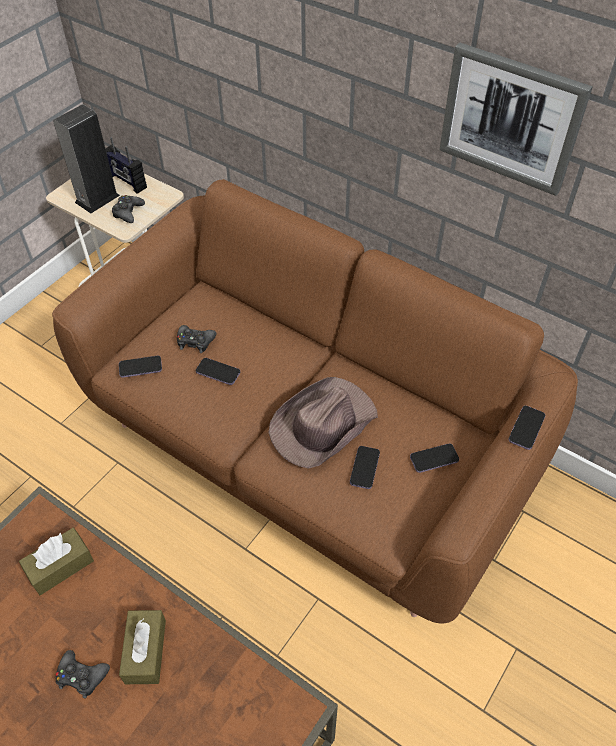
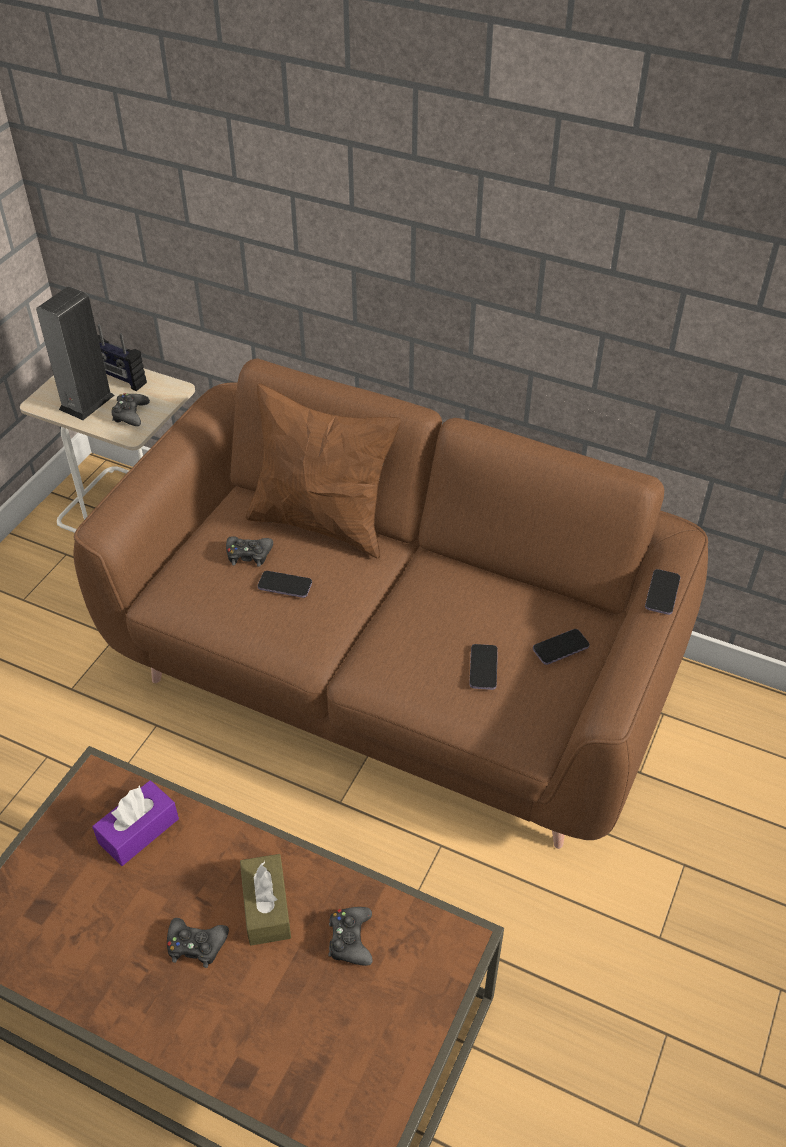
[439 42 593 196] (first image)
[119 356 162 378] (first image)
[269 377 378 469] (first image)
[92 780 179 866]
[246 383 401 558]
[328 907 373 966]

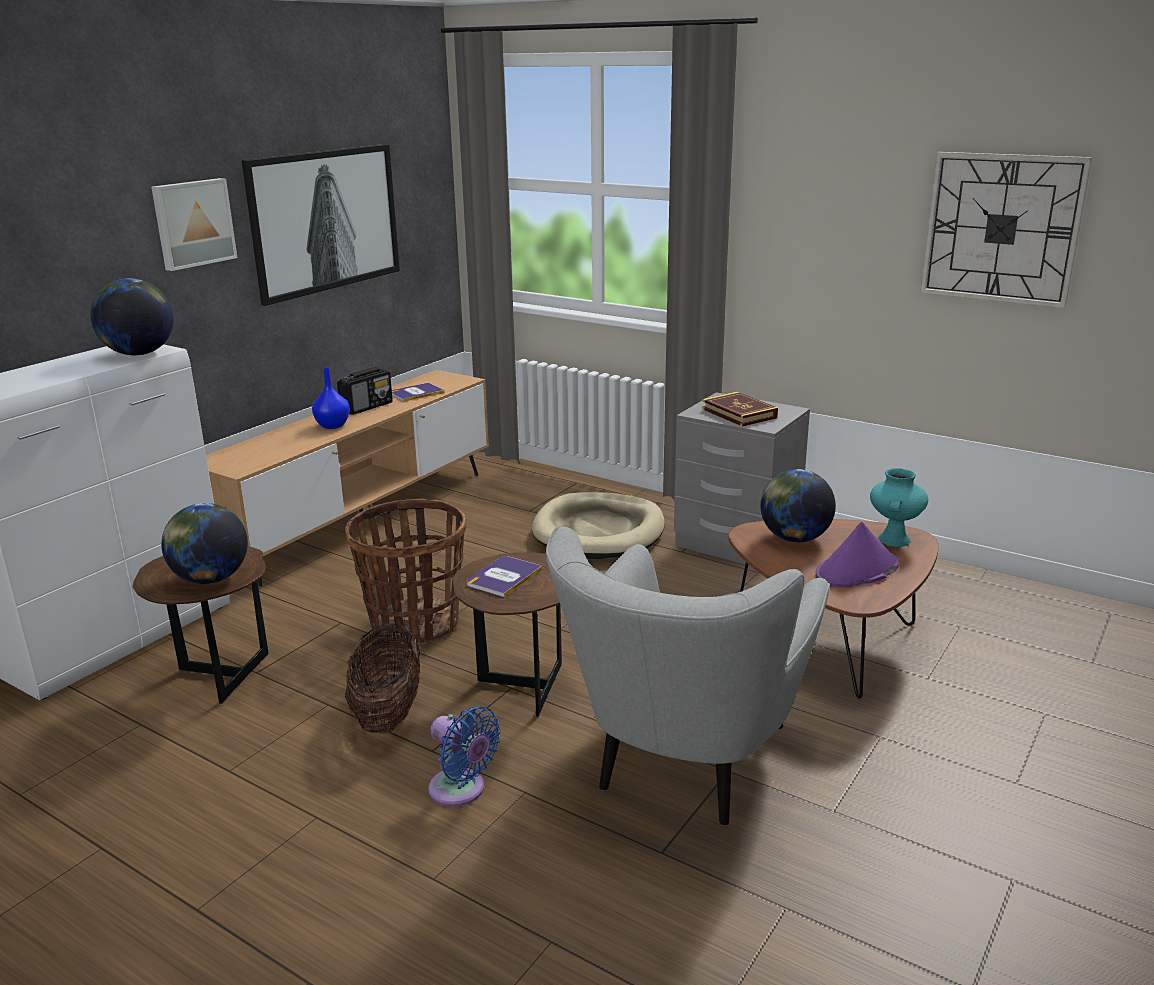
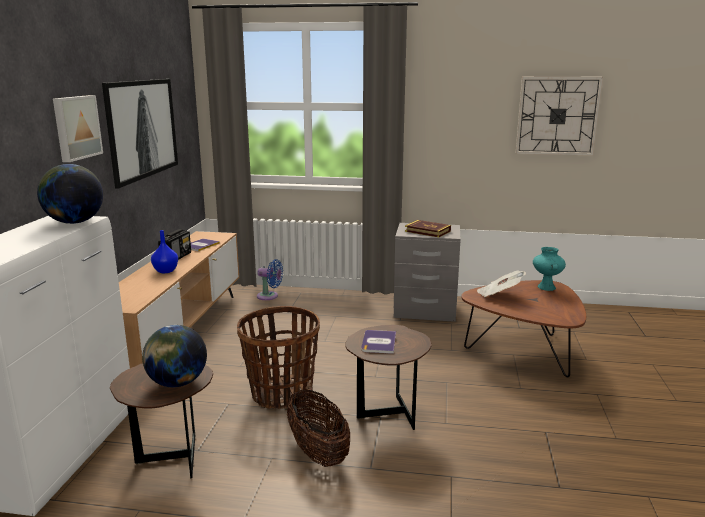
[477 270 526 297]
[532 492 665 559] (first image)
[816 522 899 587] (first image)
[546 526 830 826] (first image)
[257 259 283 300]

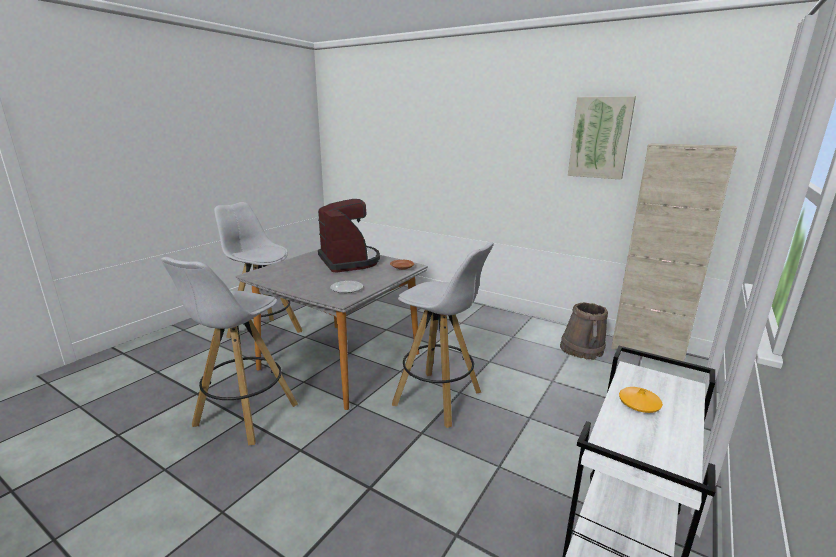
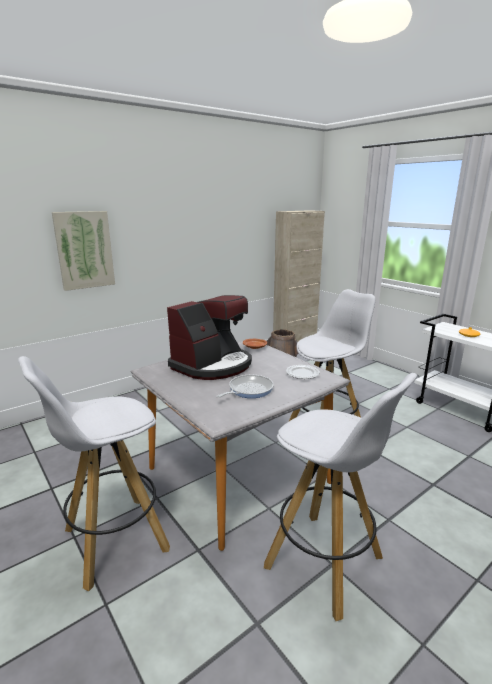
[52 211 115 291]
[167 295 252 380]
[216 375 274 398]

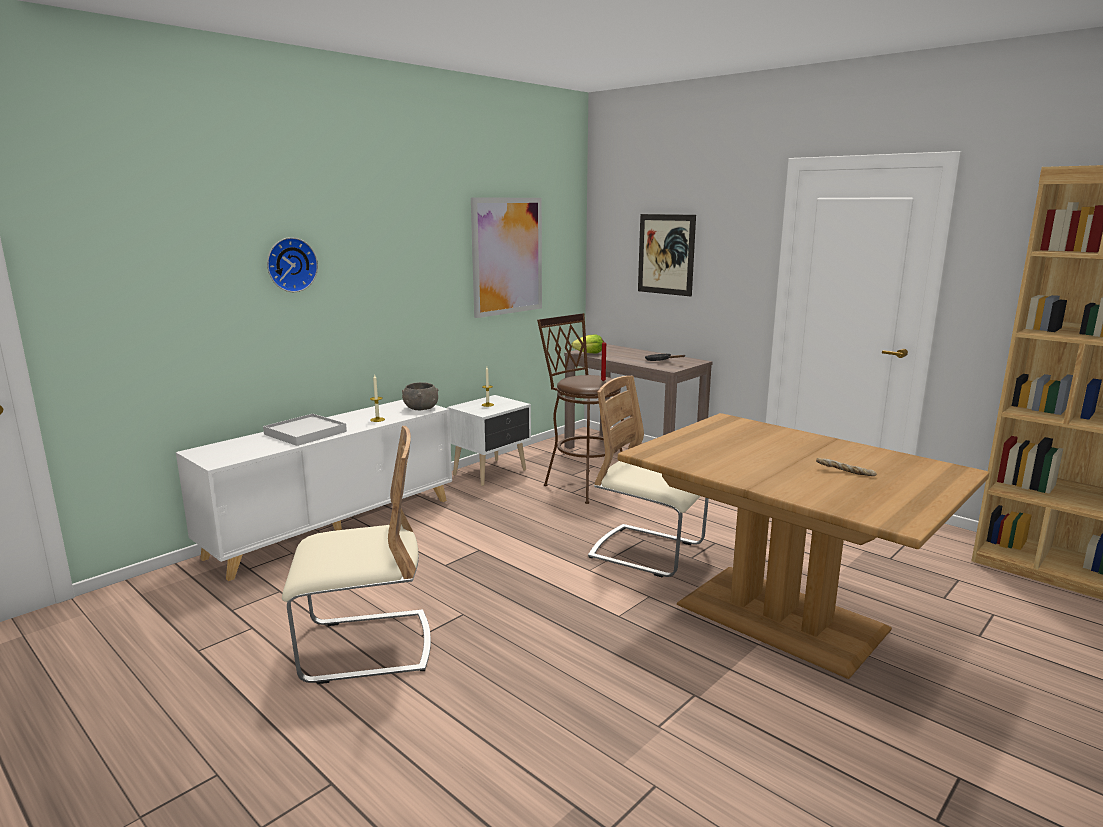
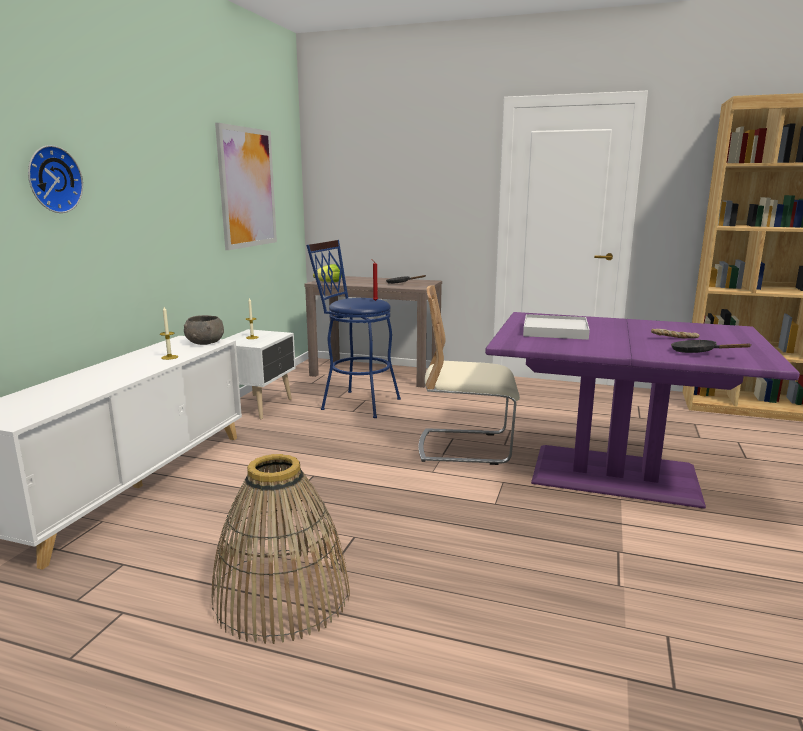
[638 214 696 297] (first image)
[306 240 401 418]
[485 312 800 509]
[523 314 590 340]
[212 454 350 644]
[671 340 752 353]

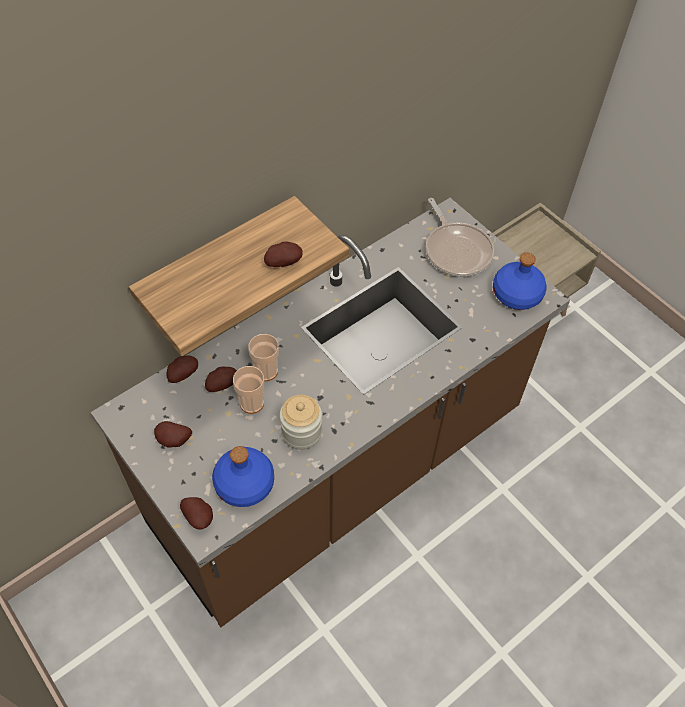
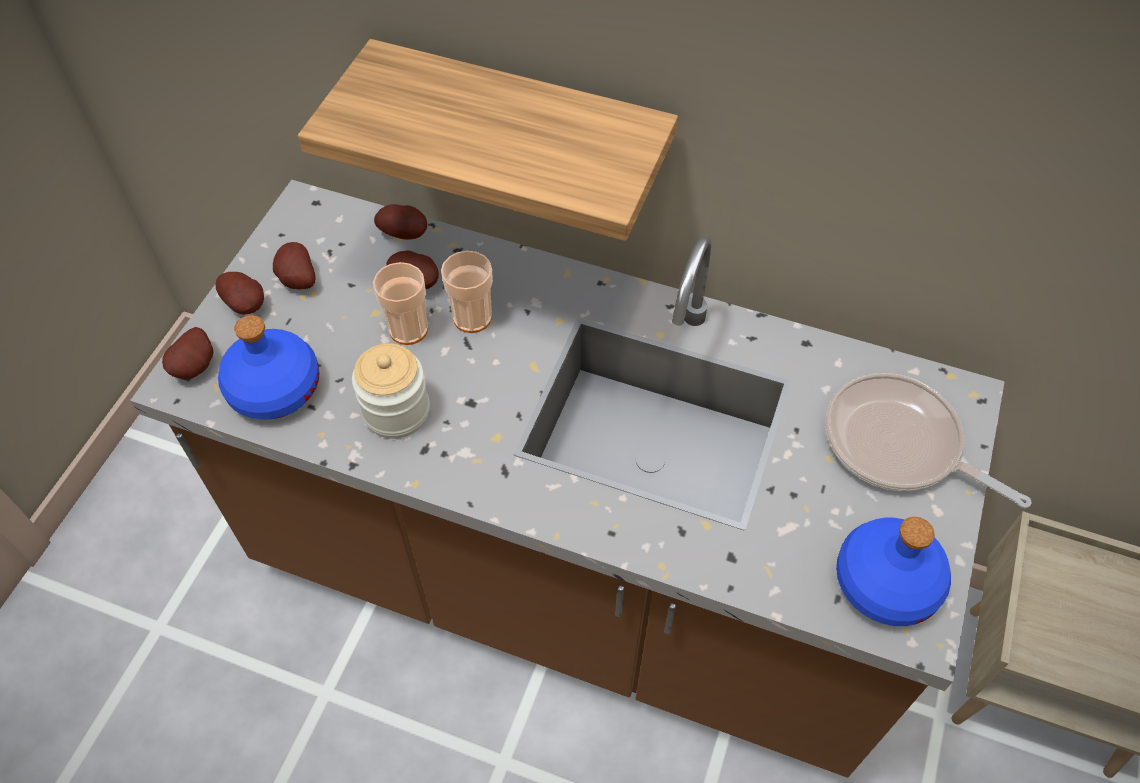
[826 373 1032 508]
[216 272 264 315]

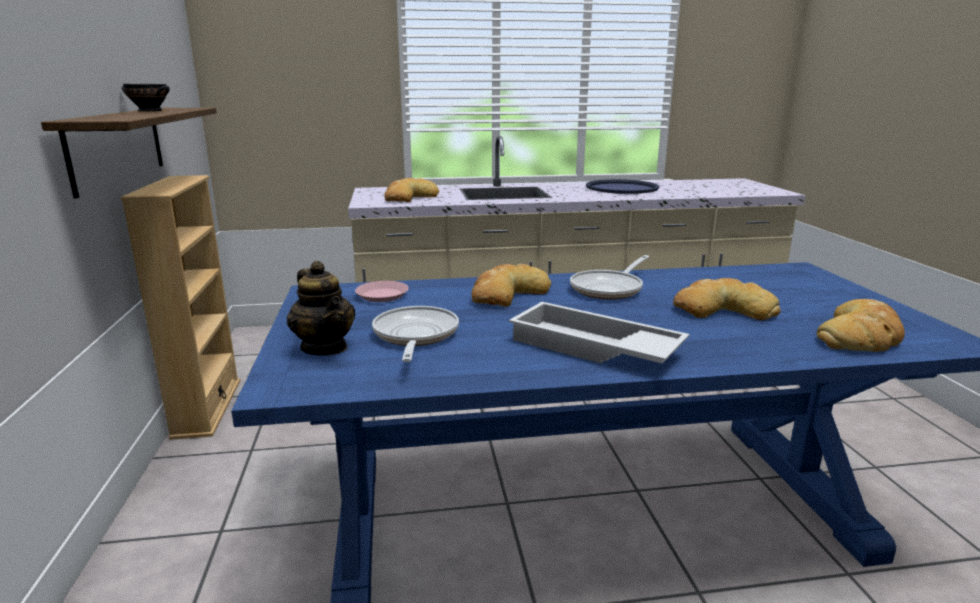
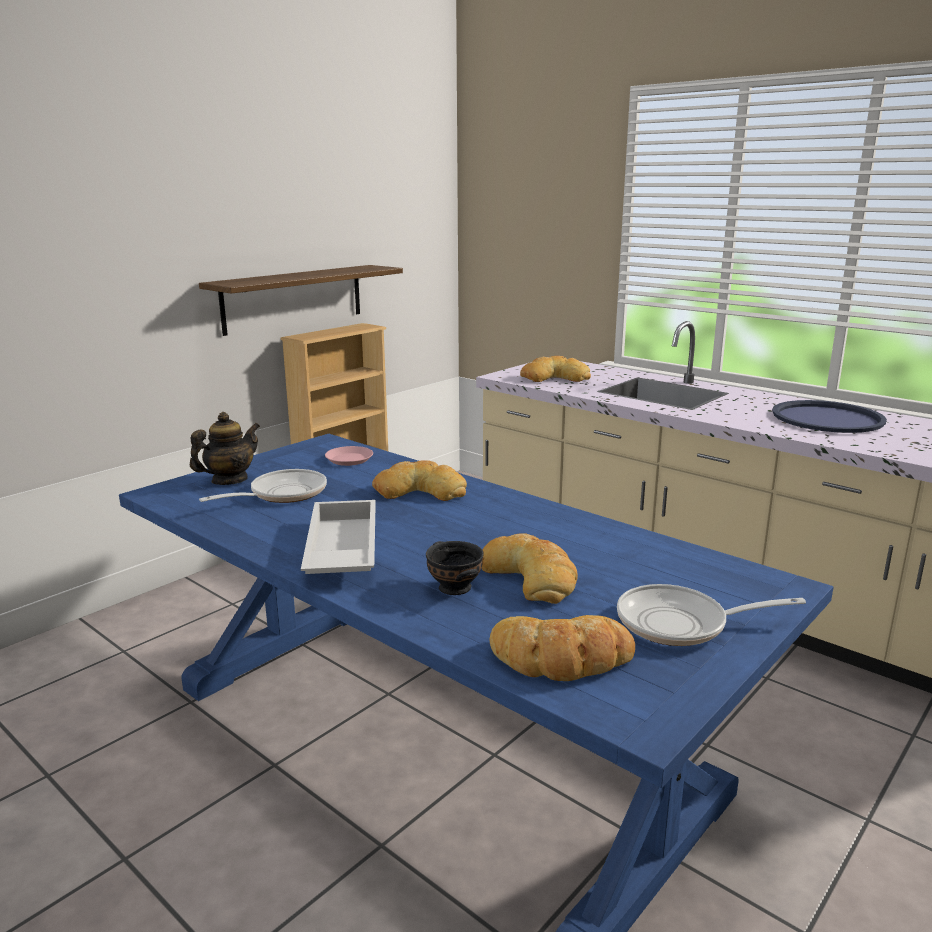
[426 541 484 595]
[617 584 806 646]
[190 412 260 485]

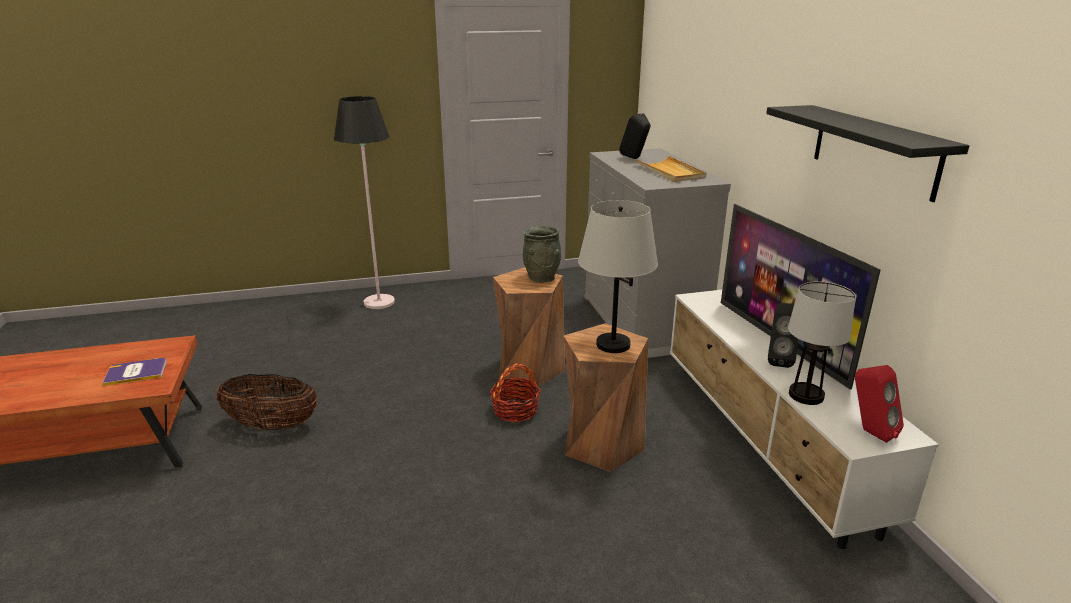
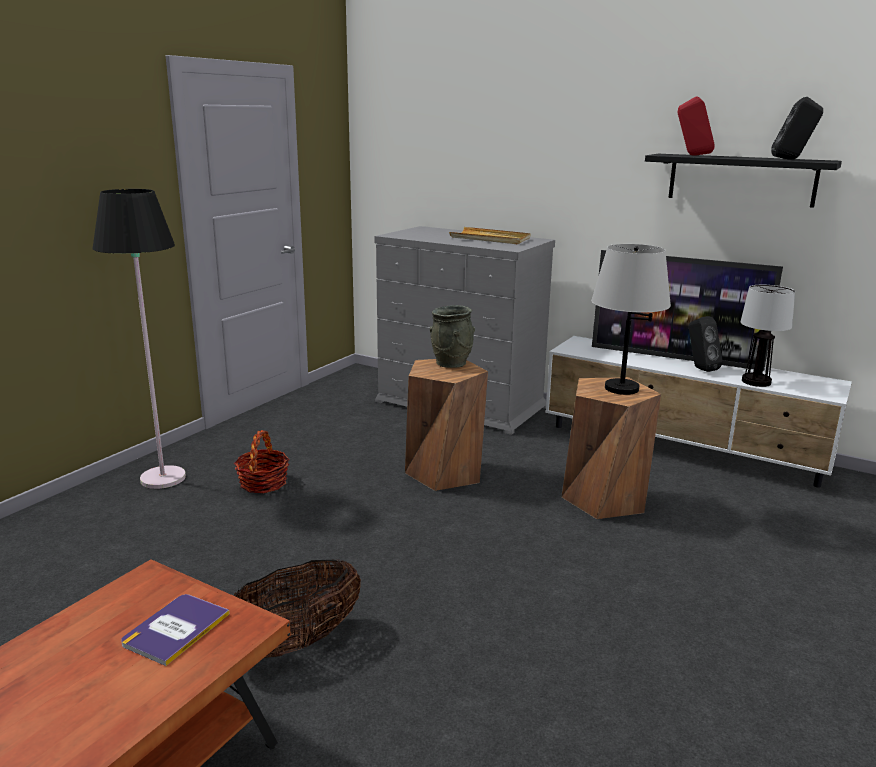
[771 97 823 160]
[234 430 289 493]
[678 96 715 156]

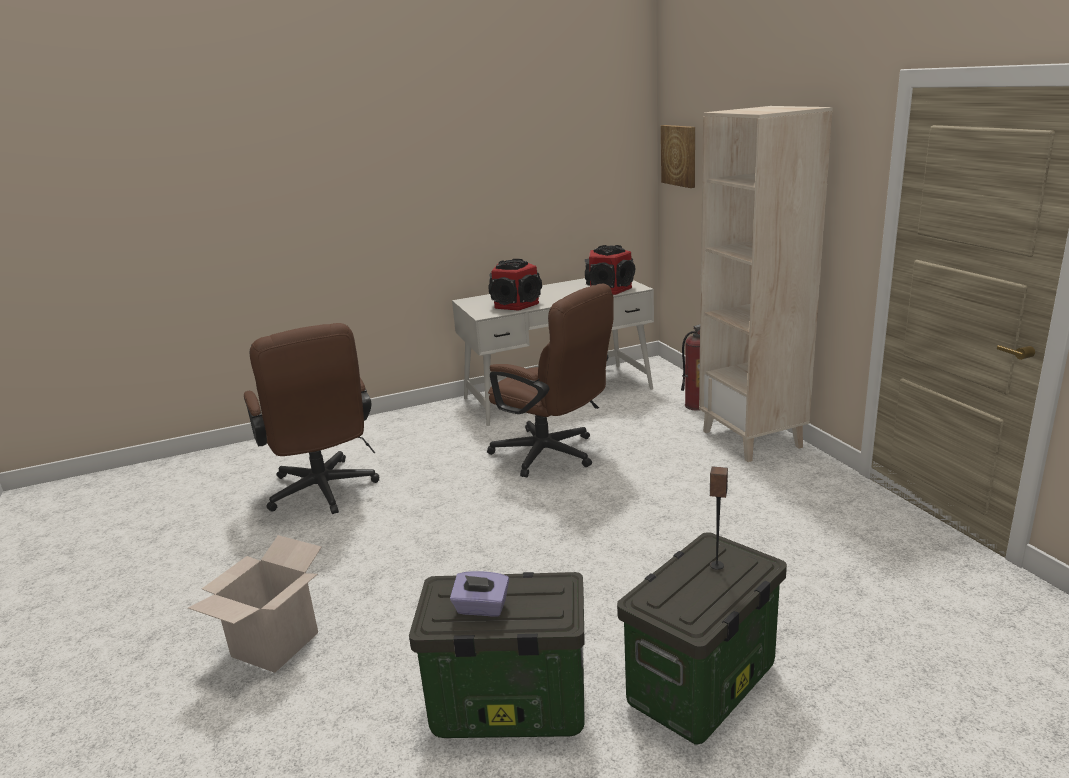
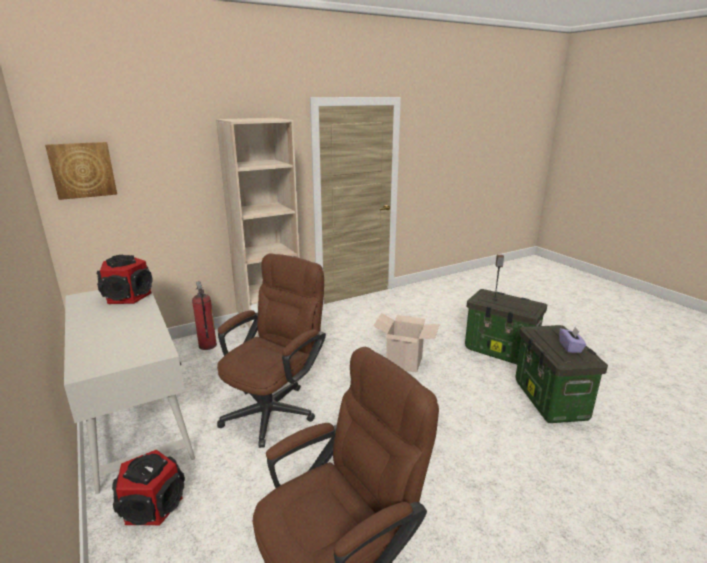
[112 450 185 525]
[373 313 440 373]

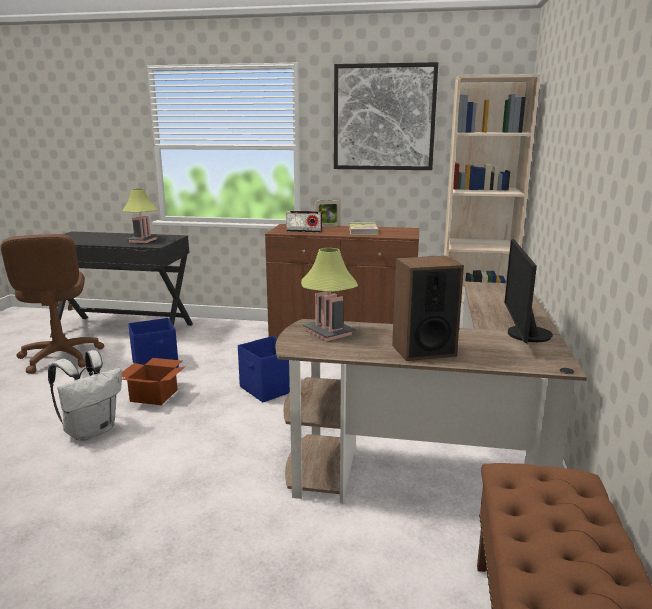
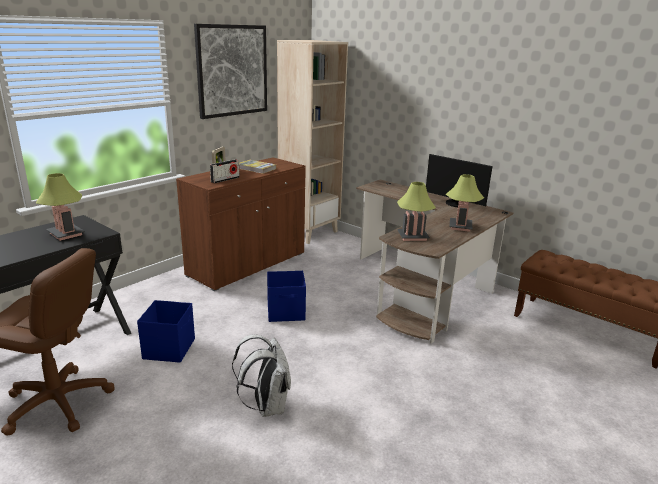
[446 174 484 232]
[122 358 184 405] (first image)

